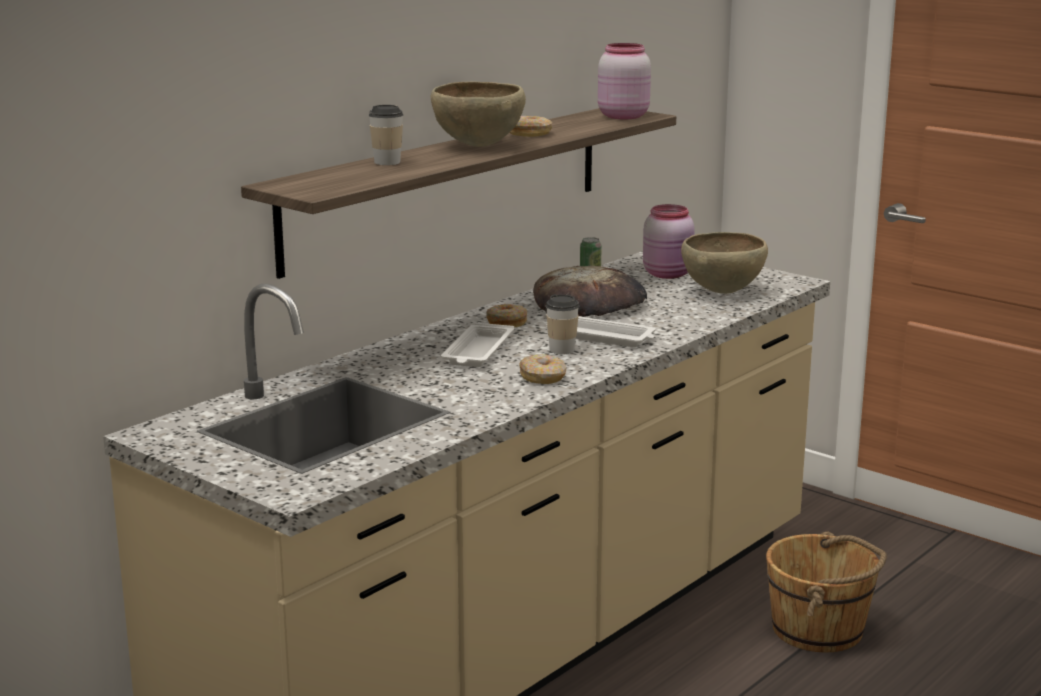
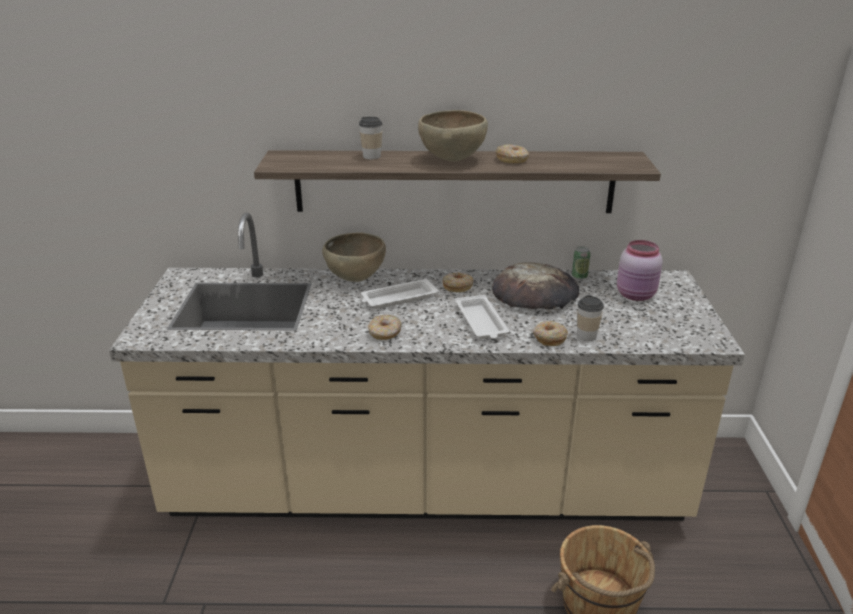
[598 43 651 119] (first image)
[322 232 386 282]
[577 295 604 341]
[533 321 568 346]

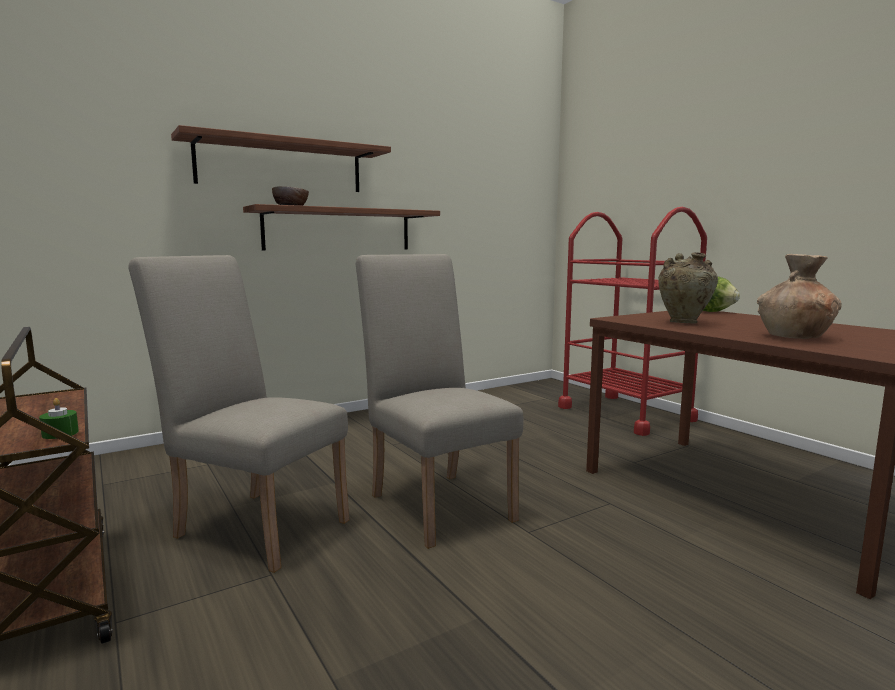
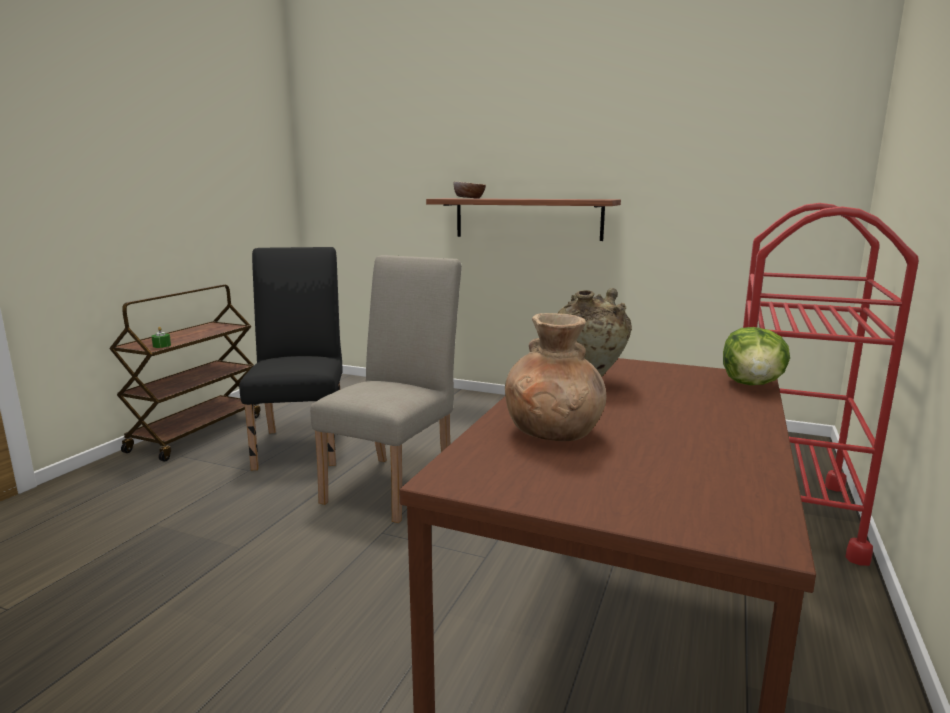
[171 125 391 192] (first image)
[239 247 343 470]

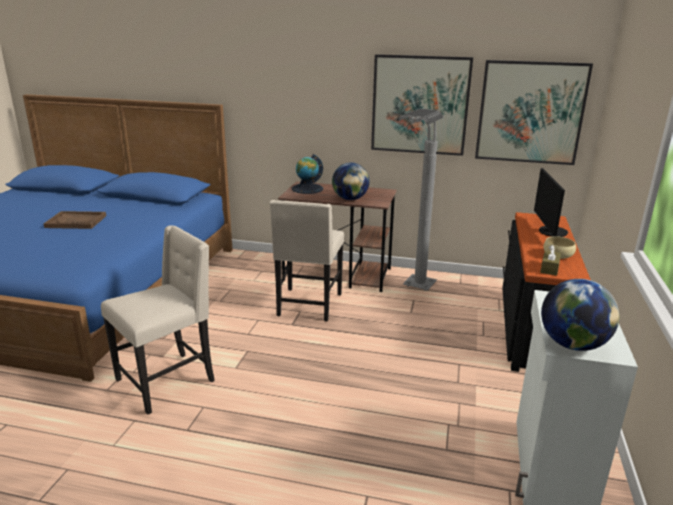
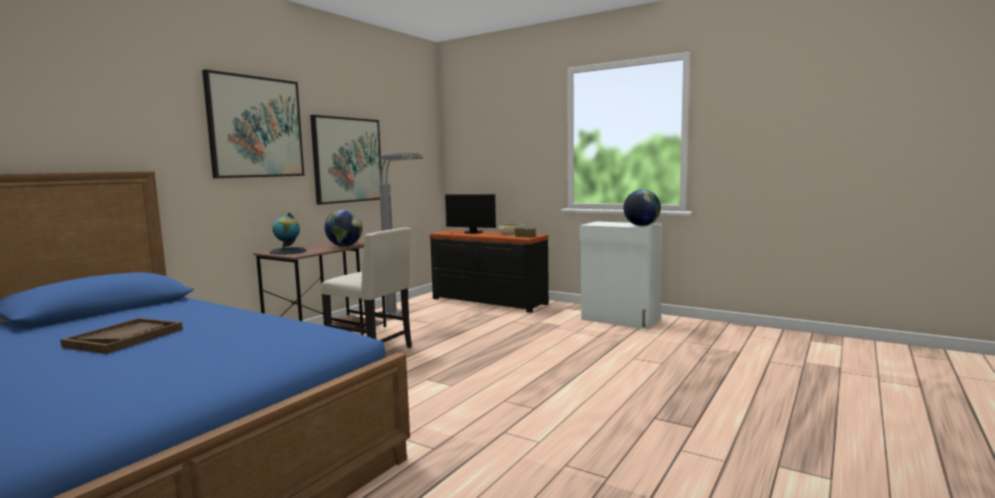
[202 69 305 178]
[101 225 215 415] (first image)

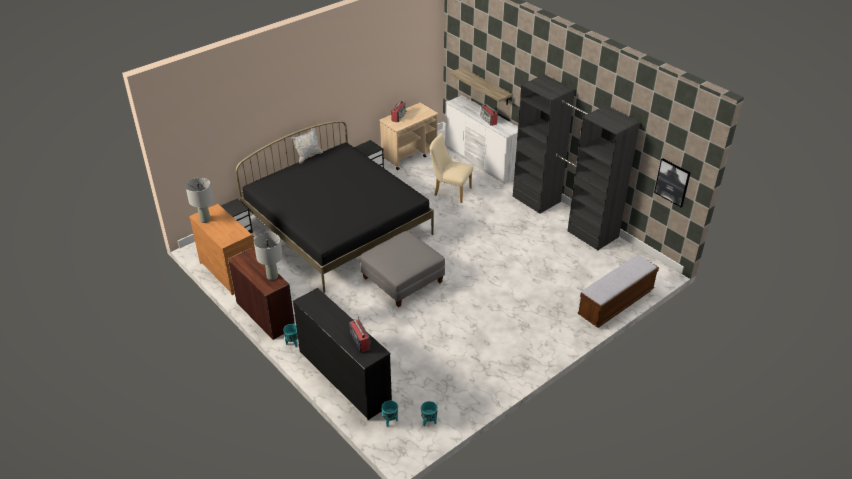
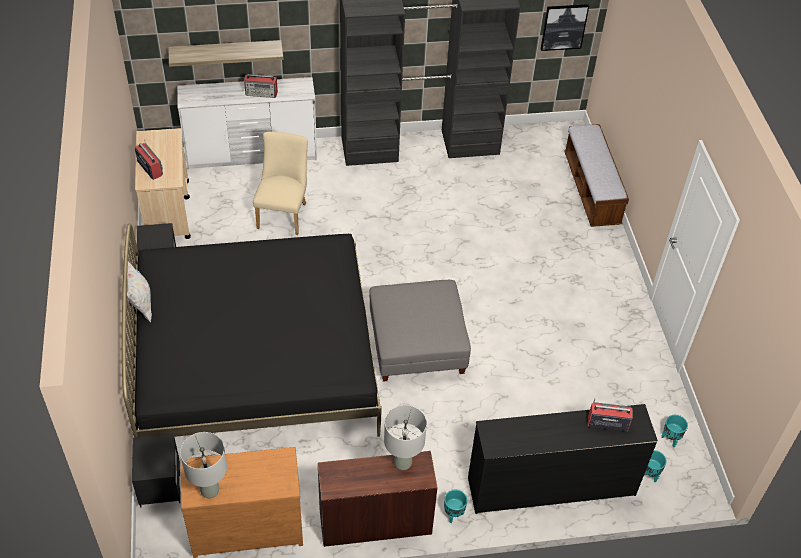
[253 132 308 235]

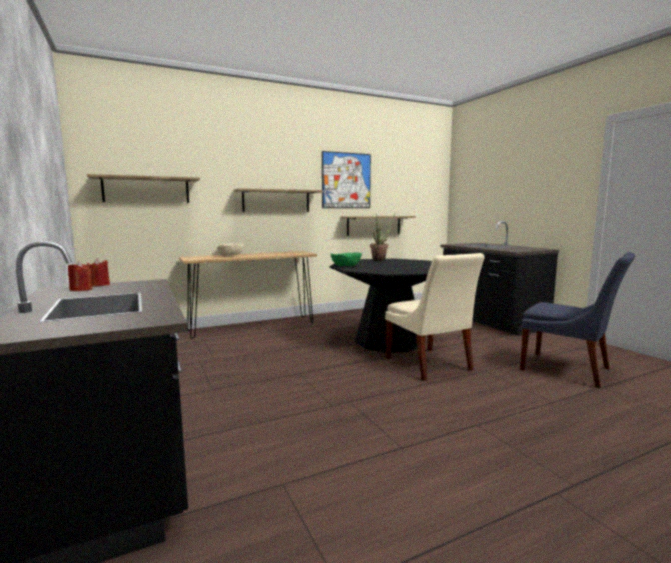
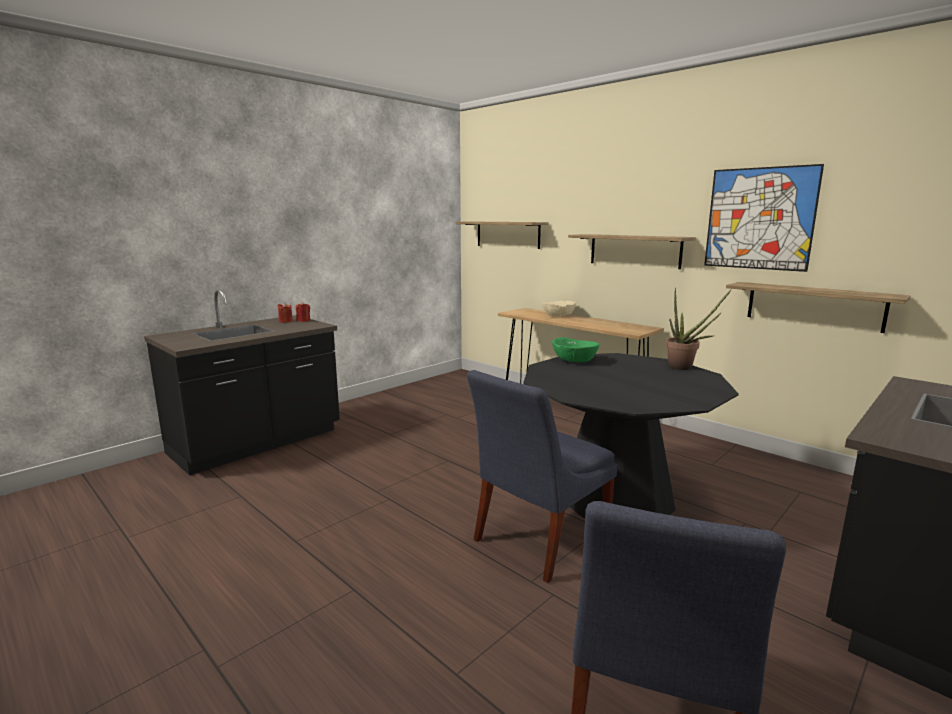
[467 370 617 583]

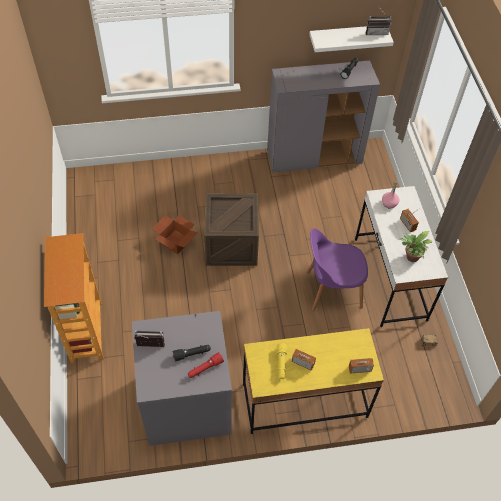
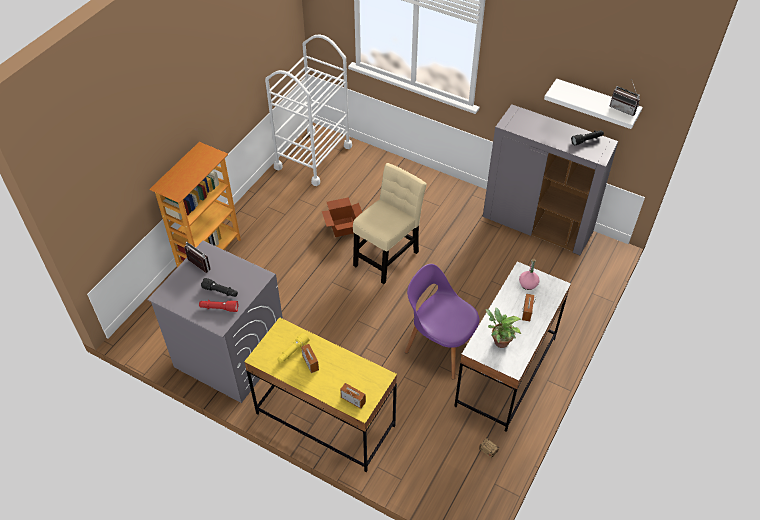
[353 163 427 284]
[265 34 352 186]

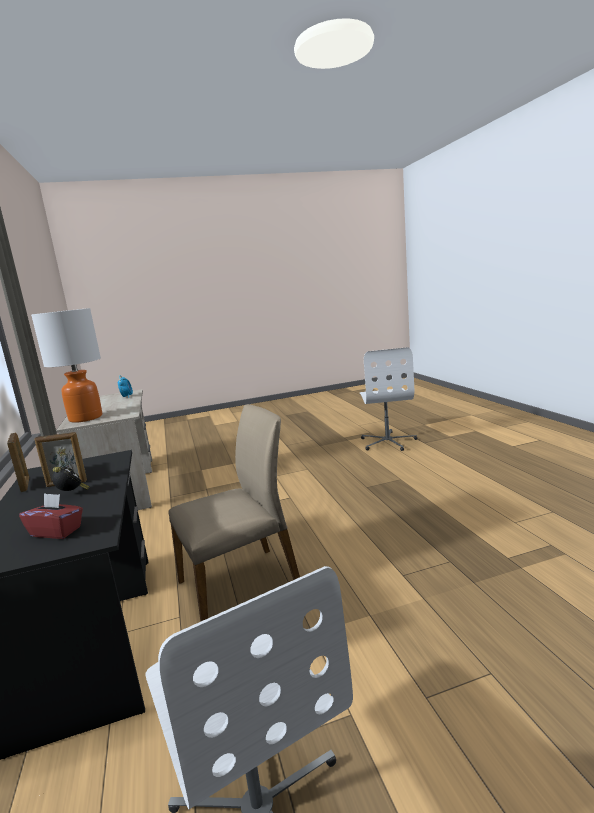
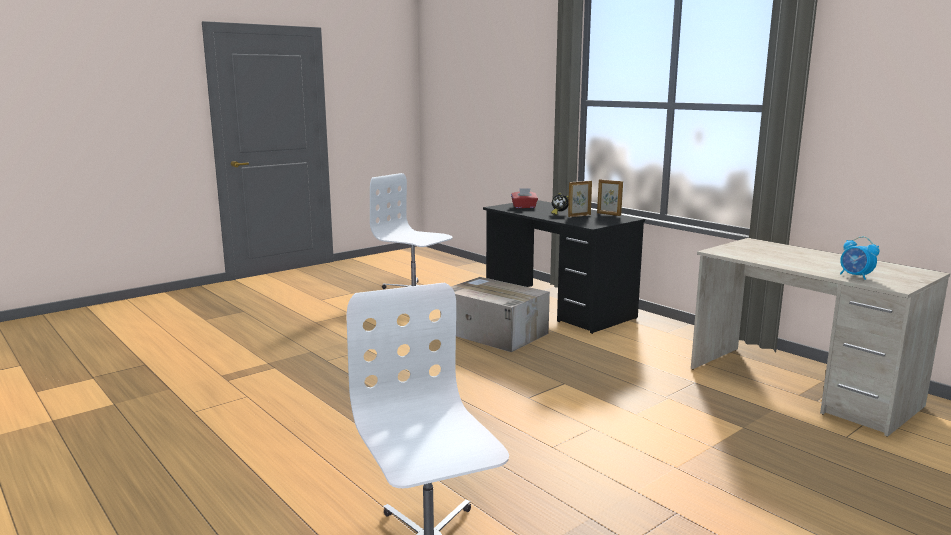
[31 308 102 423] (first image)
[440 277 550 352]

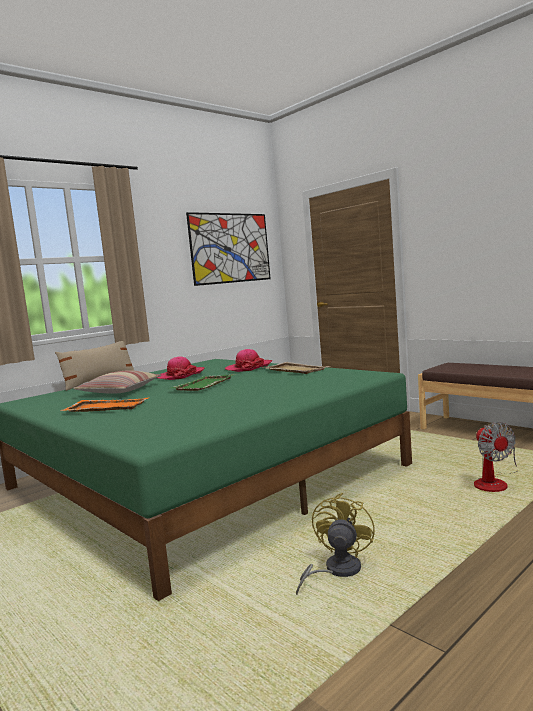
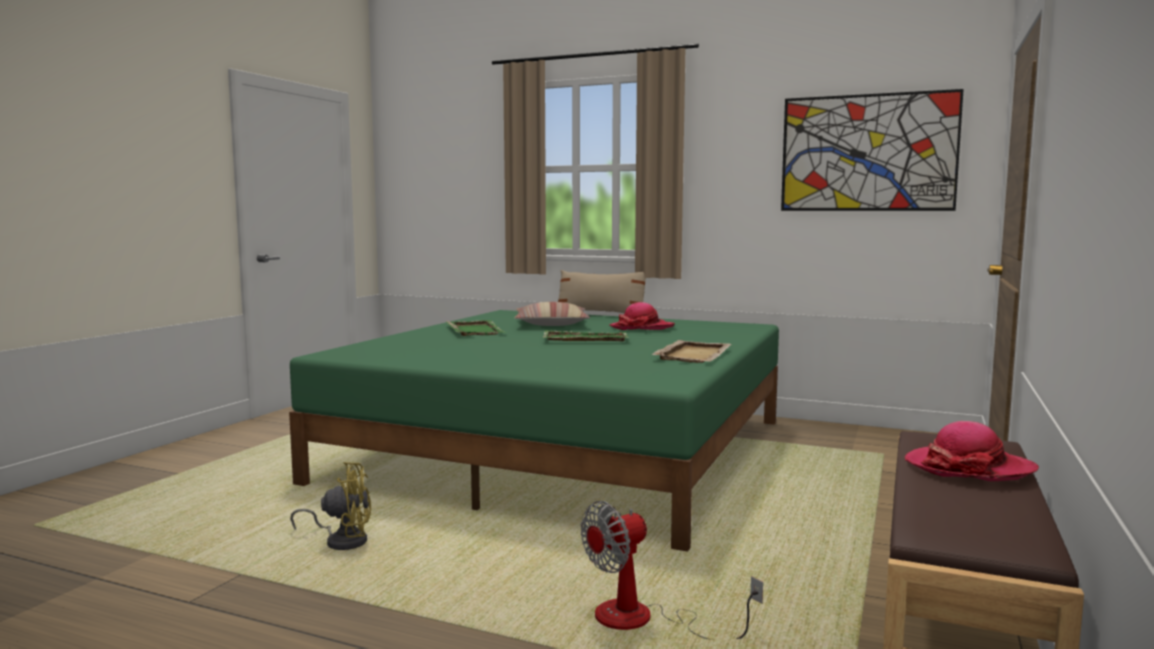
[904 421 1039 481]
[446 320 504 336]

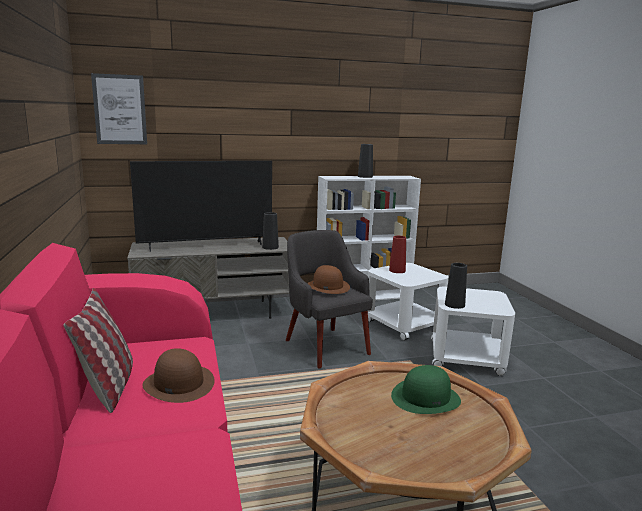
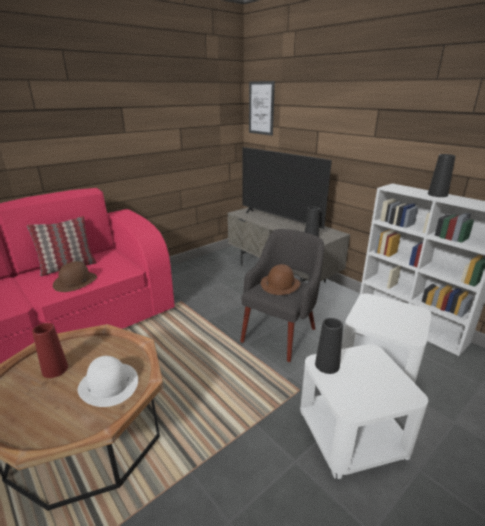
[32 323 68 378]
[78 356 138 407]

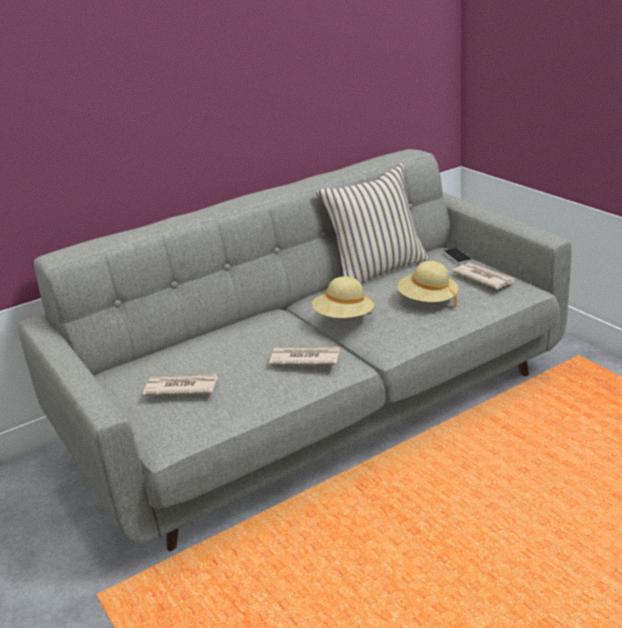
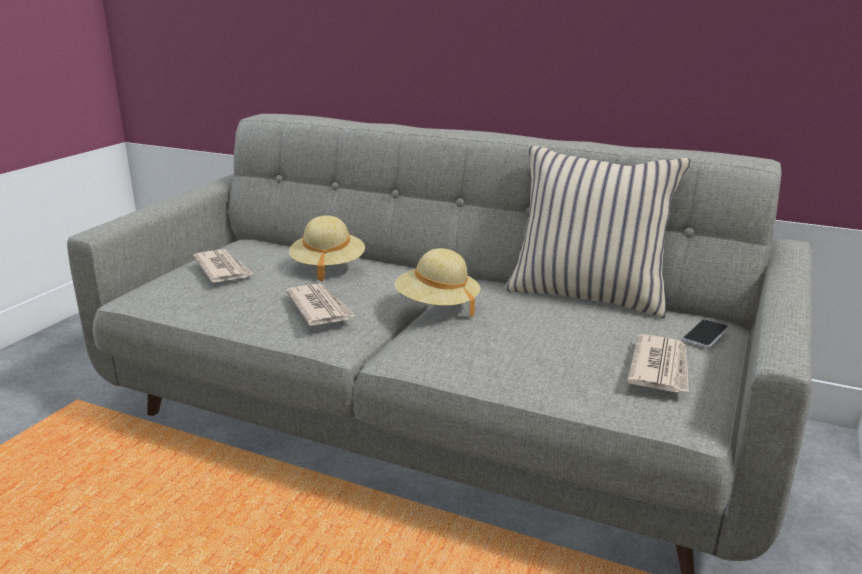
[289 215 365 282]

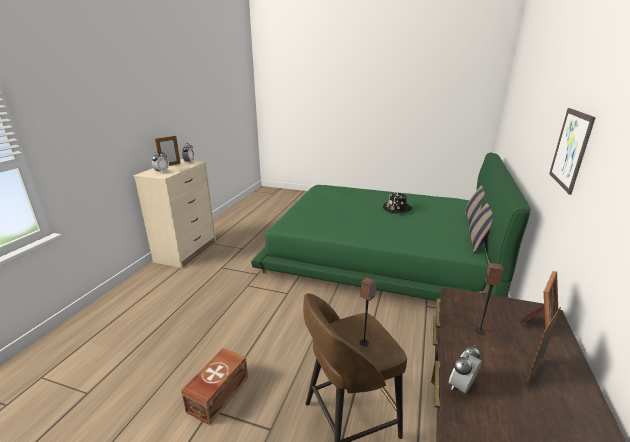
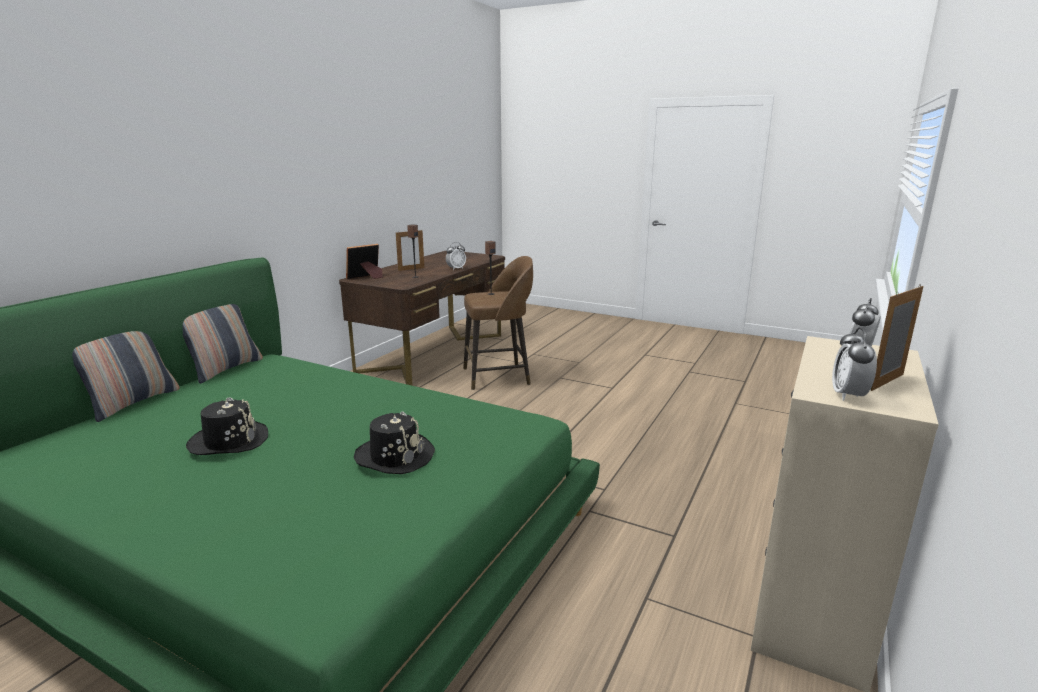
[549 108 596 195] (first image)
[181 348 248 425] (first image)
[354 412 435 474]

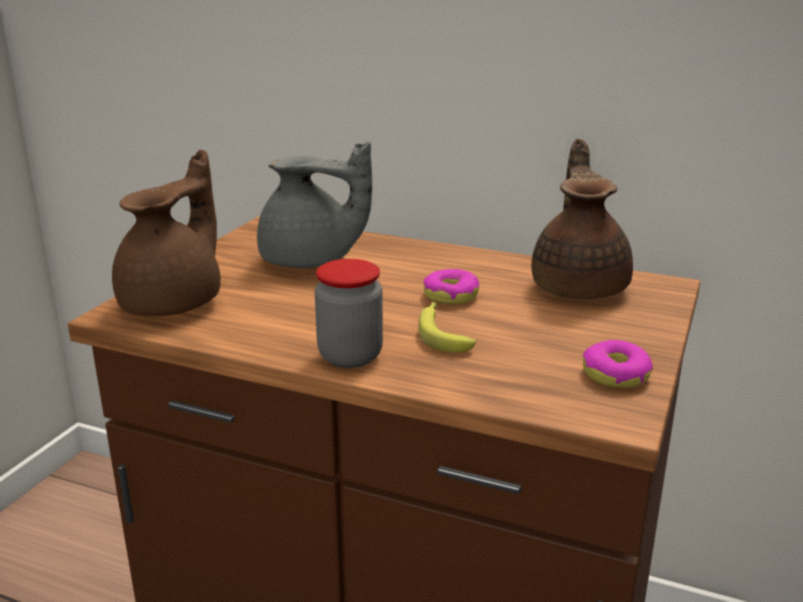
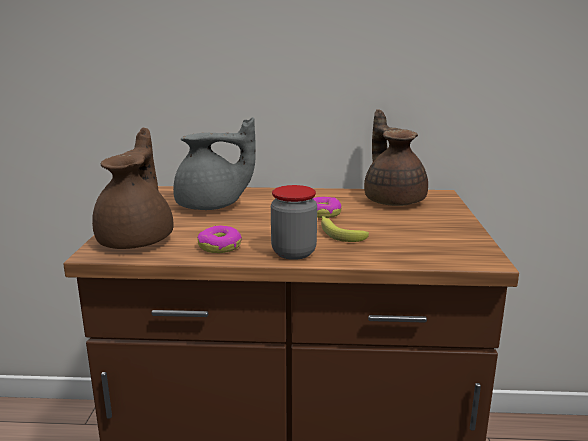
[197 226 242 253]

